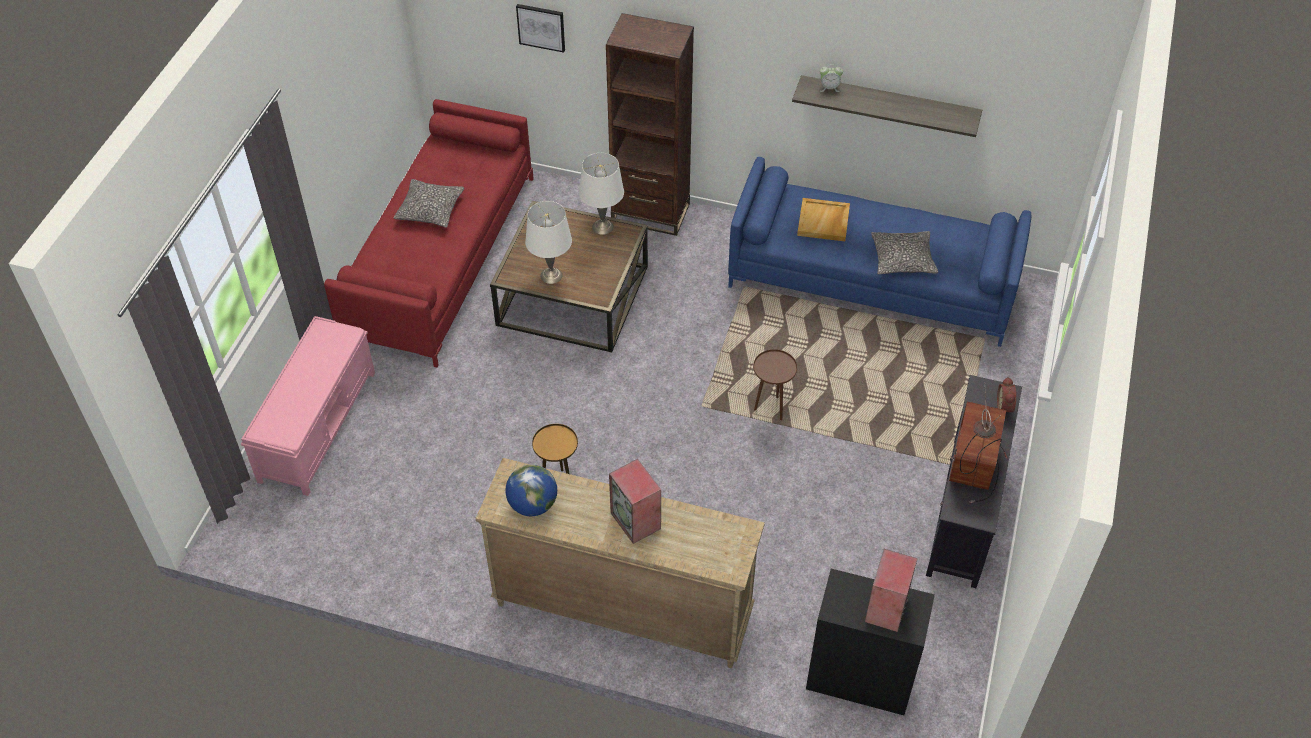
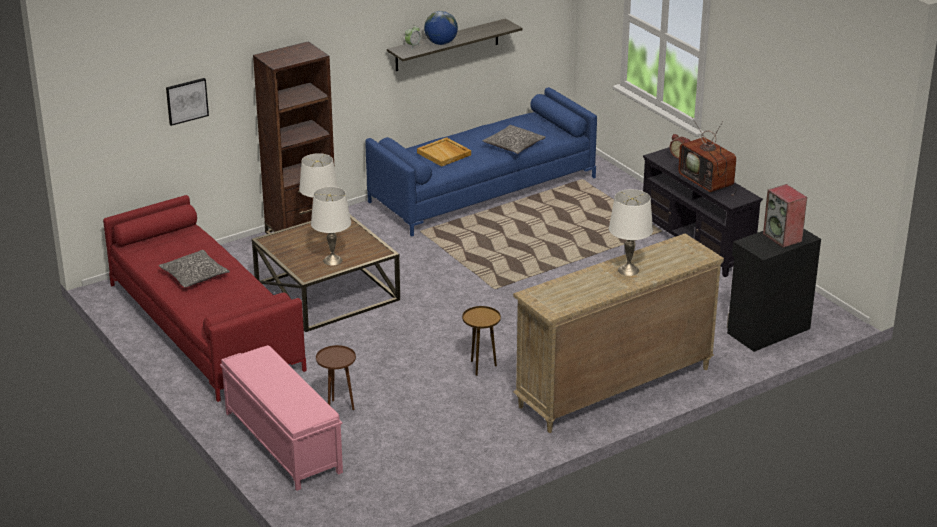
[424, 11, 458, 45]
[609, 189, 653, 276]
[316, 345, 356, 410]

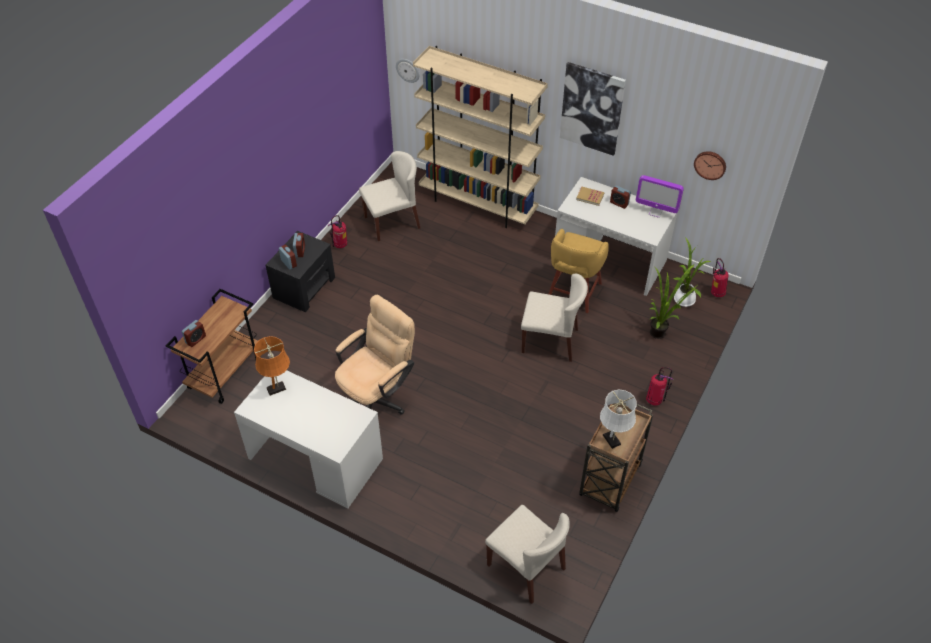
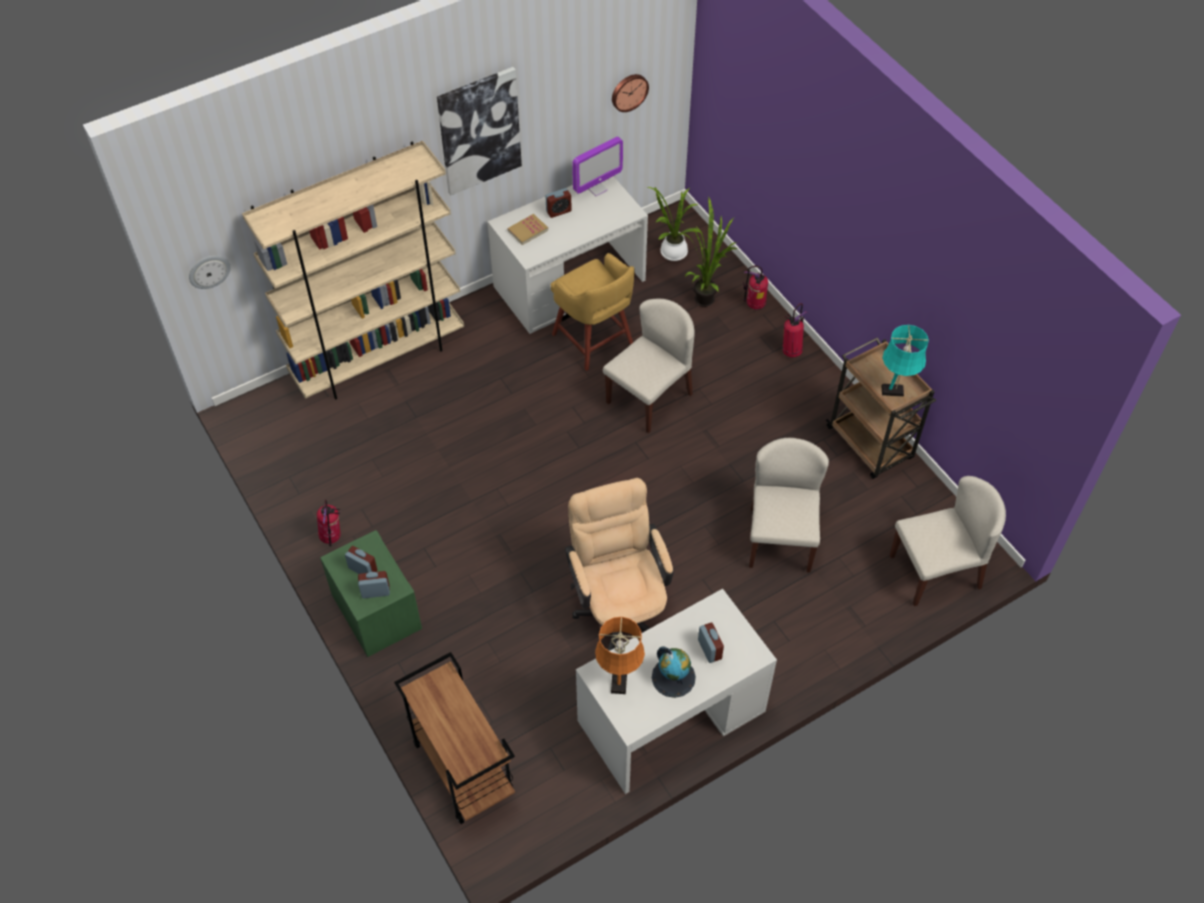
[698, 622, 724, 663]
[320, 530, 422, 657]
[749, 438, 829, 573]
[881, 325, 929, 397]
[743, 266, 768, 309]
[652, 646, 696, 698]

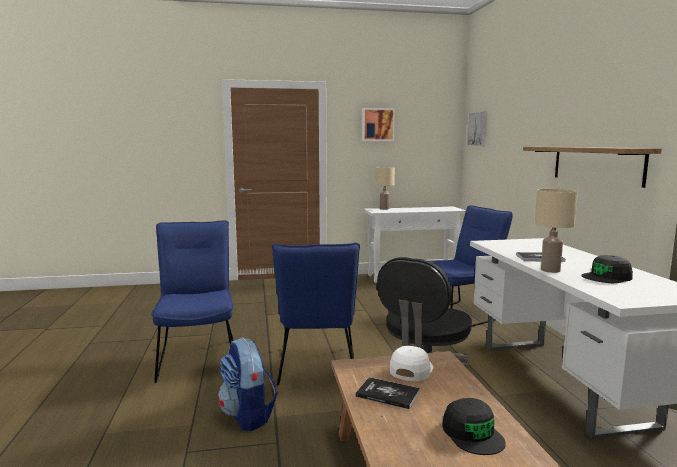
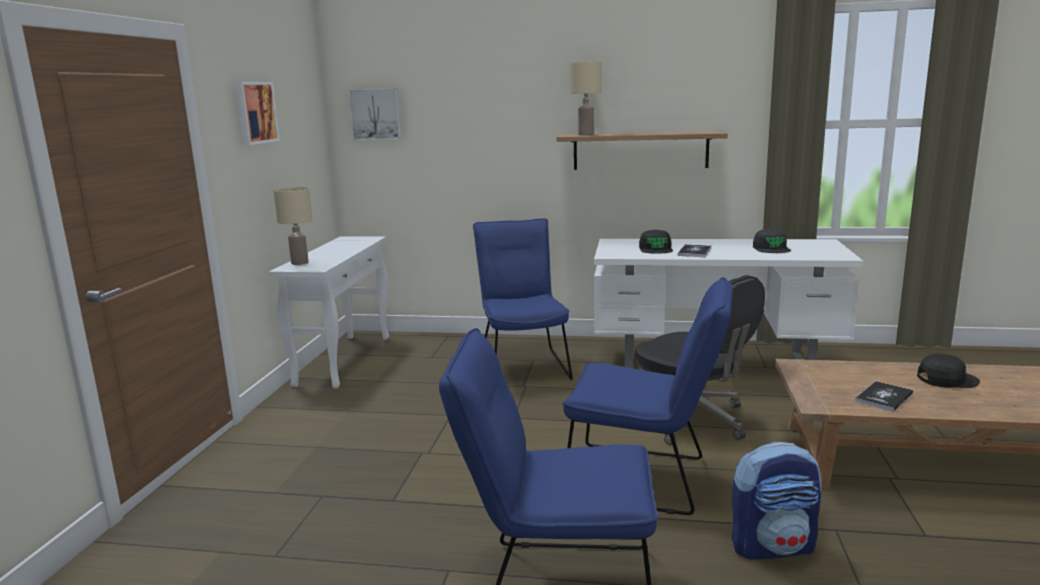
[390, 346, 433, 381] (first image)
[570, 61, 602, 135]
[639, 230, 673, 254]

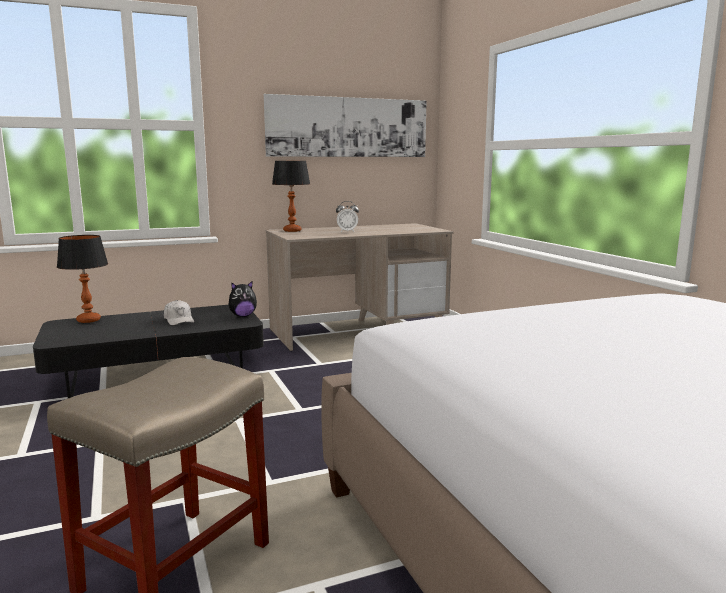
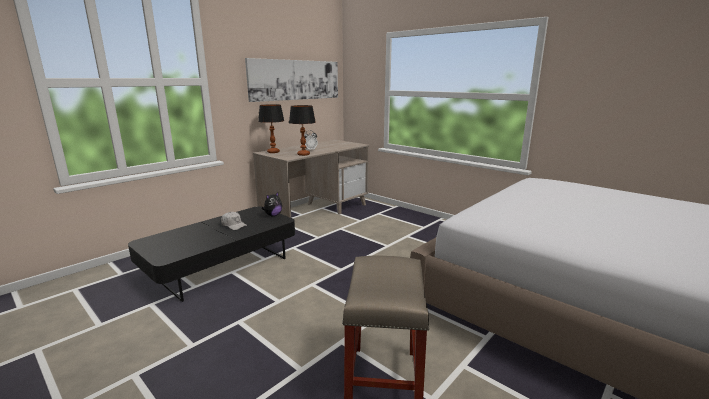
[289, 105, 316, 156]

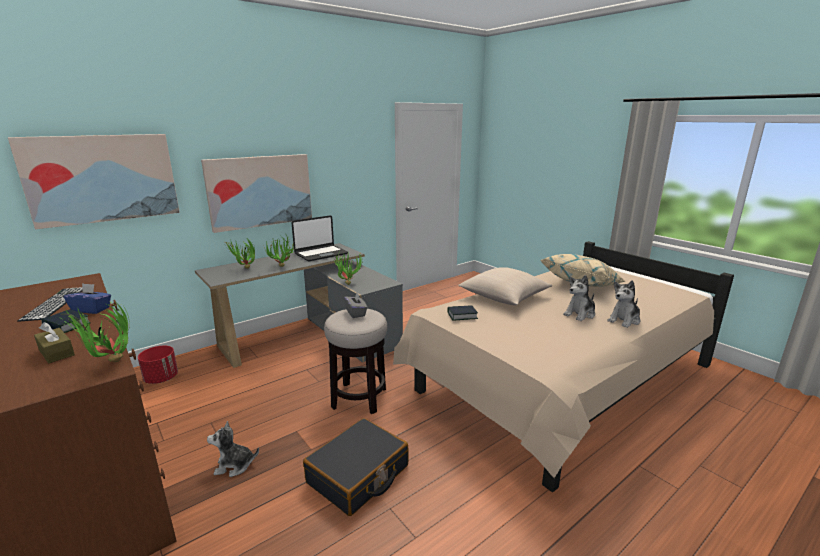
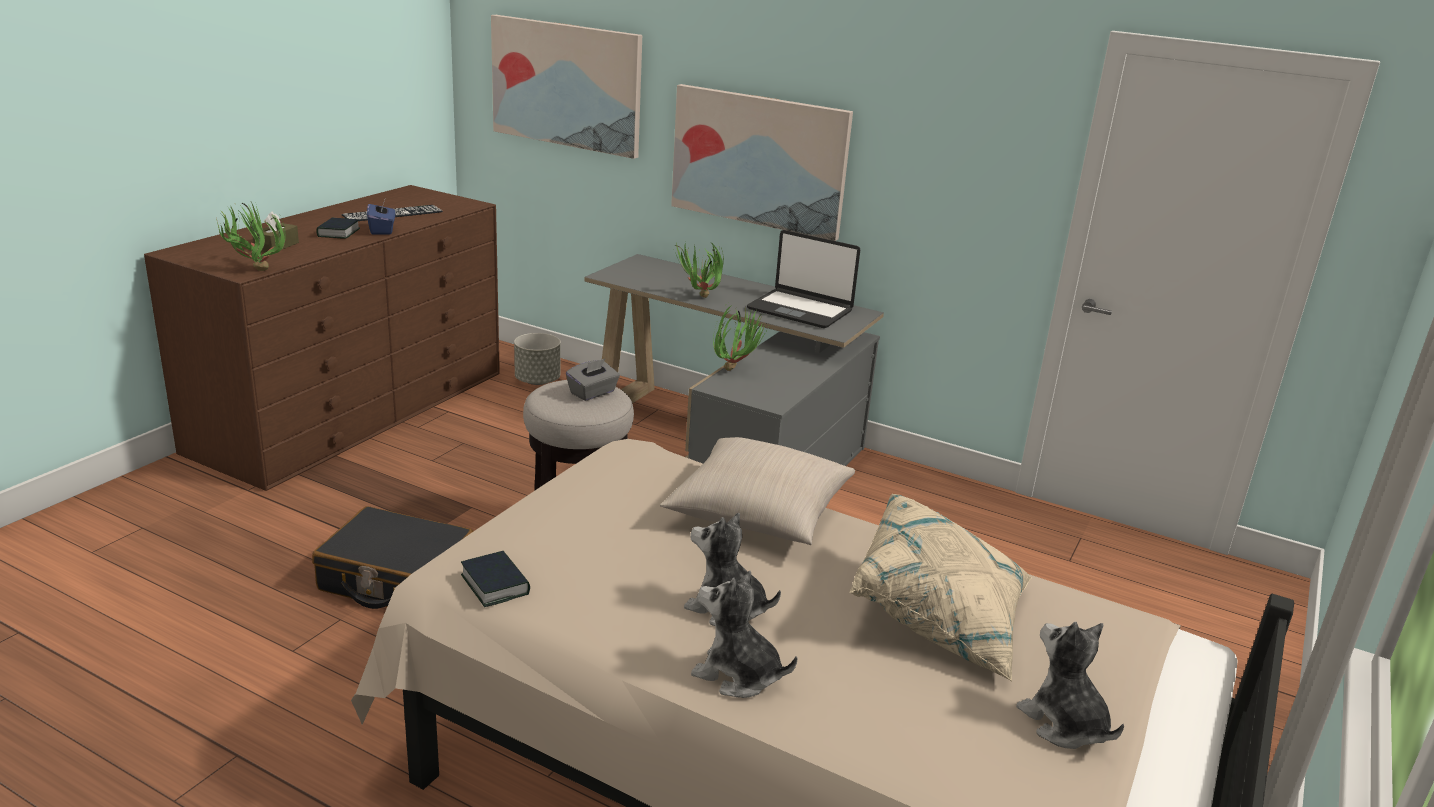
[514, 333, 561, 385]
[1016, 622, 1124, 749]
[226, 238, 255, 269] (first image)
[461, 551, 530, 607]

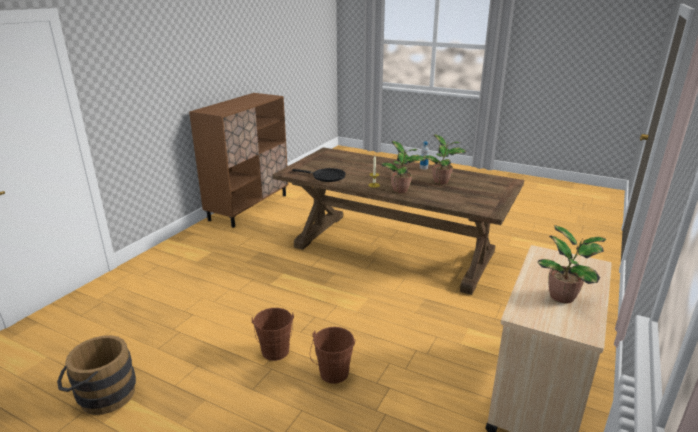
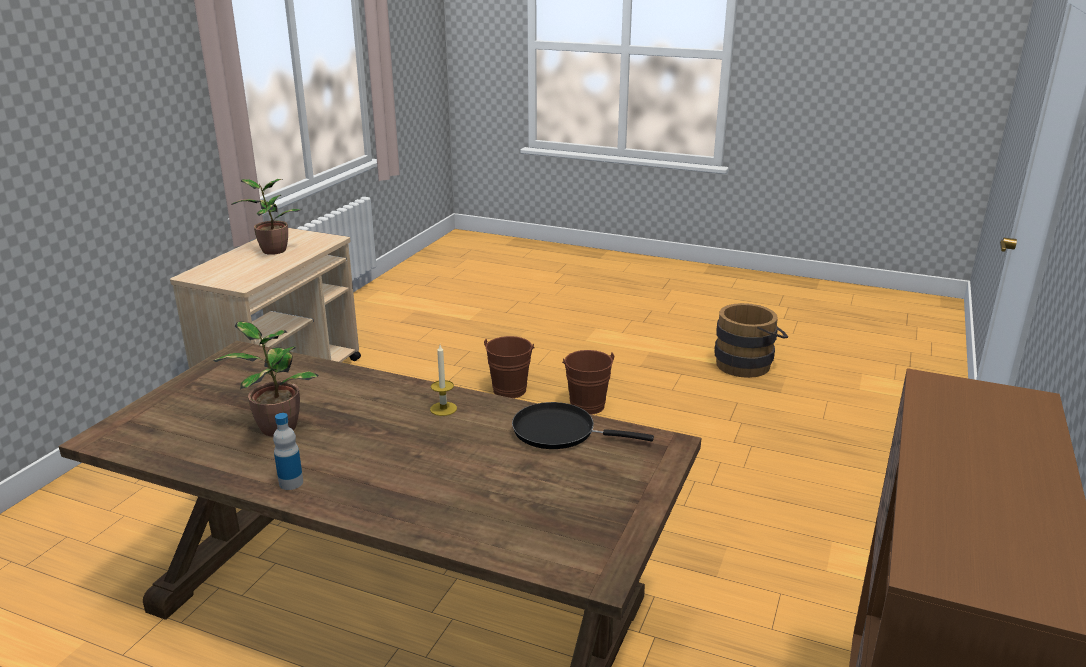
[381, 141, 426, 193] (first image)

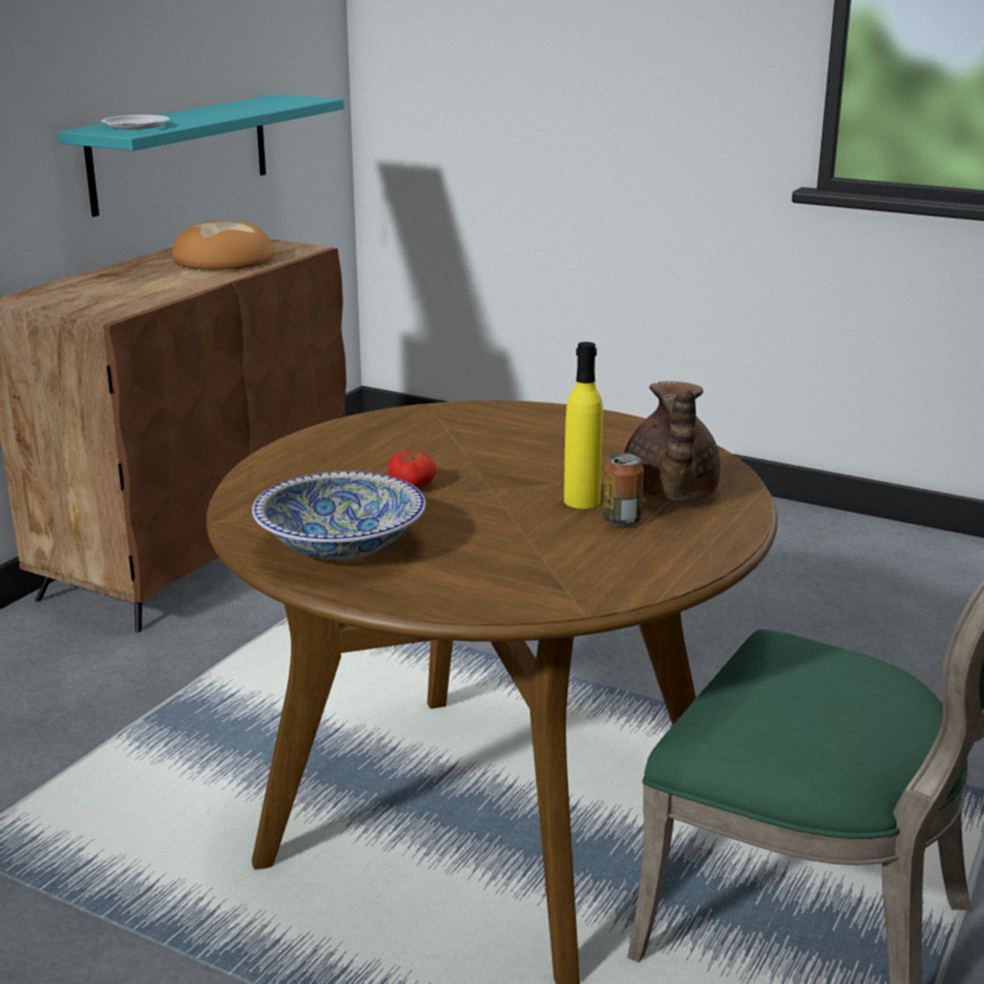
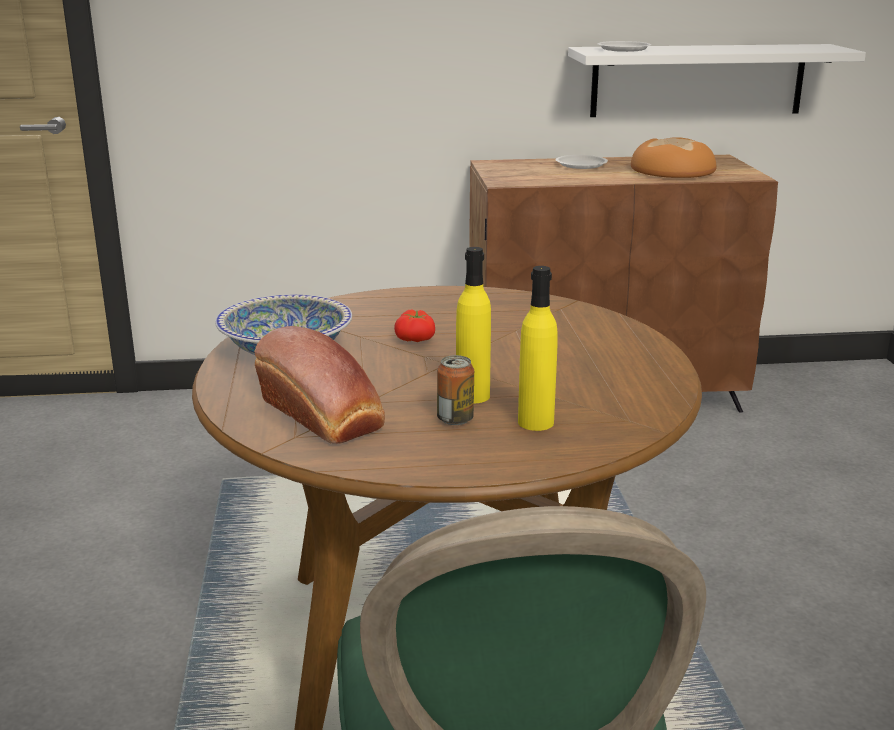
[568, 44, 866, 117]
[518, 266, 558, 431]
[254, 326, 385, 444]
[556, 155, 608, 169]

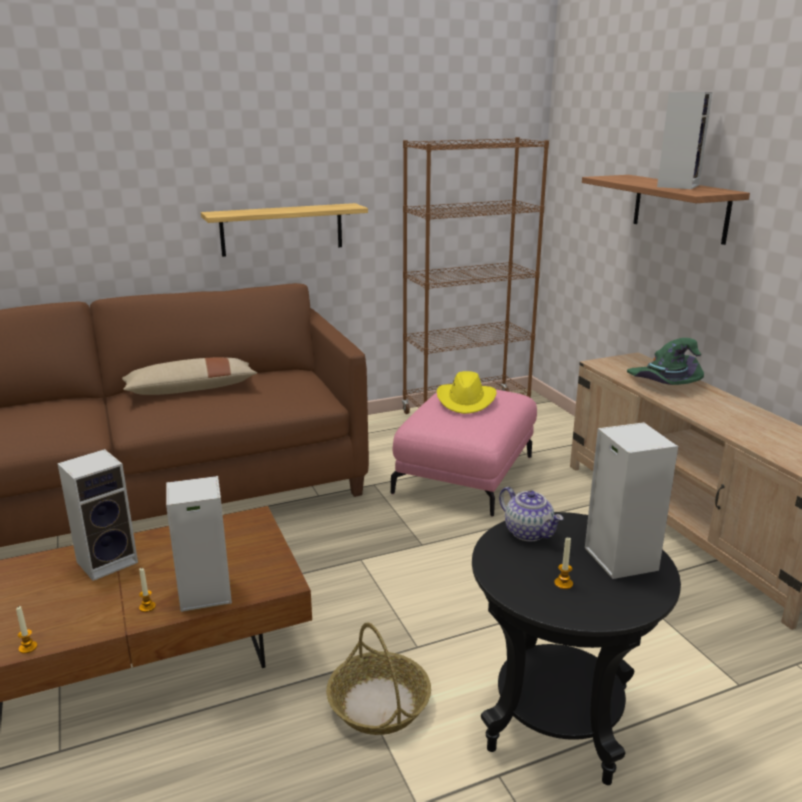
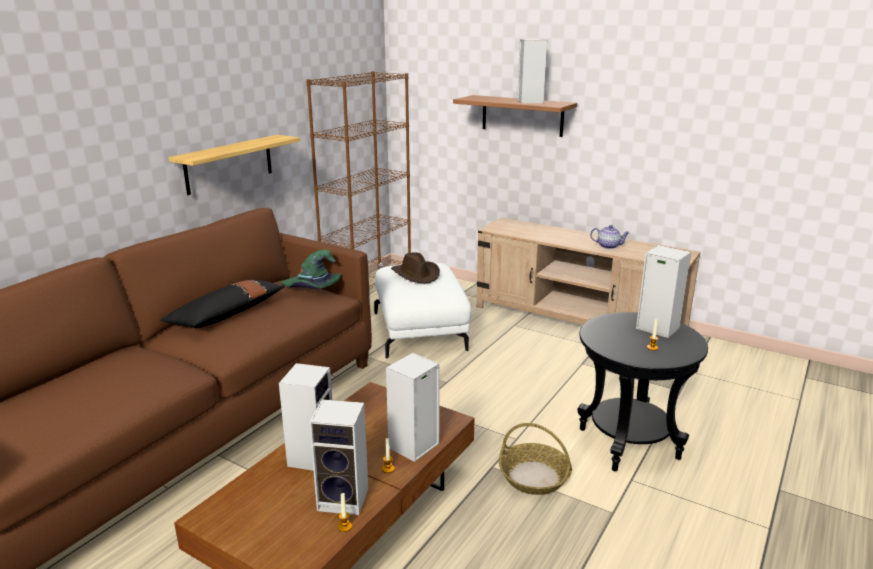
[160, 280, 285, 328]
[374, 263, 471, 359]
[391, 252, 440, 283]
[590, 225, 630, 249]
[281, 250, 341, 289]
[309, 399, 368, 515]

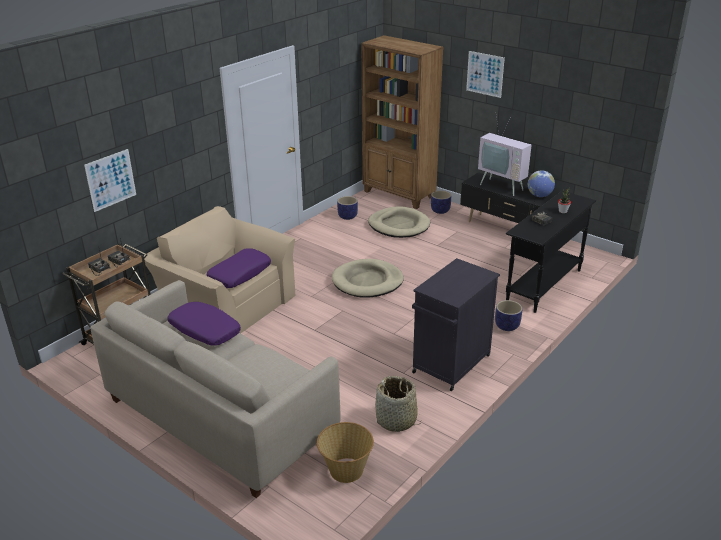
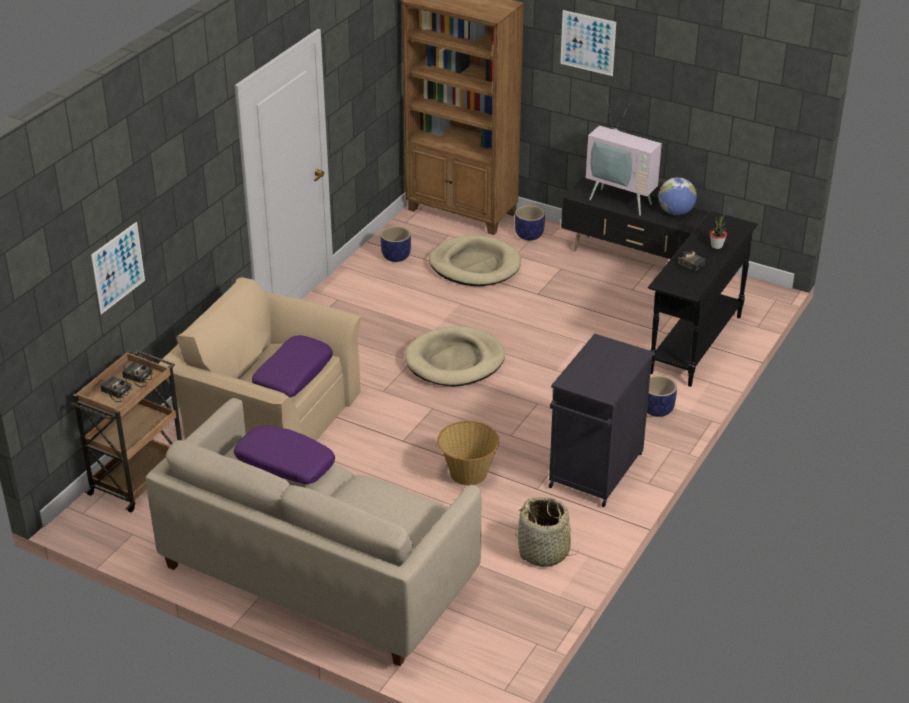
[437, 421, 500, 486]

